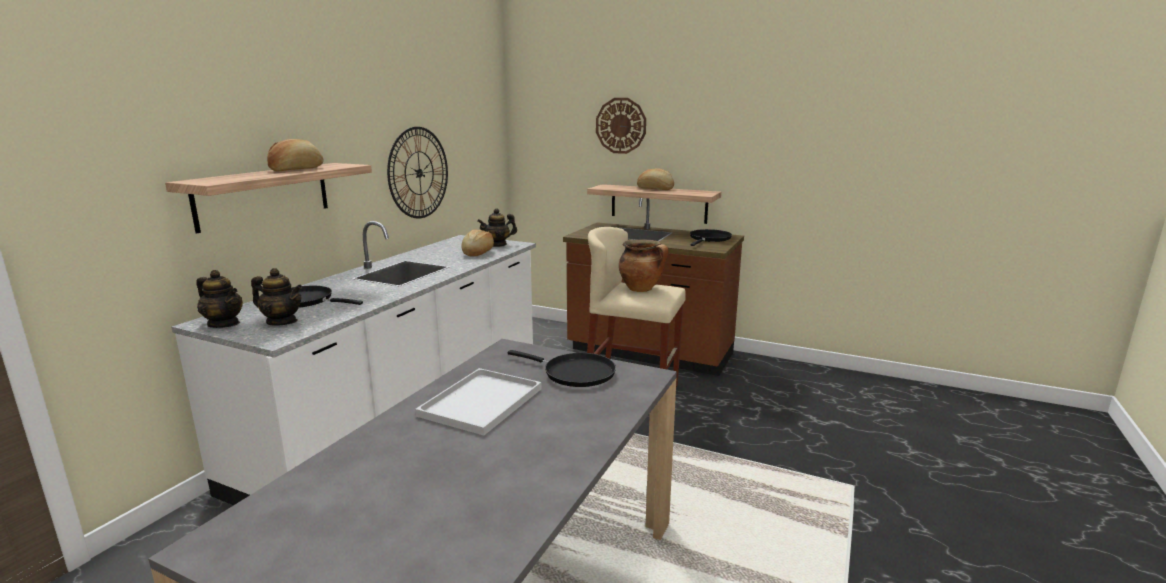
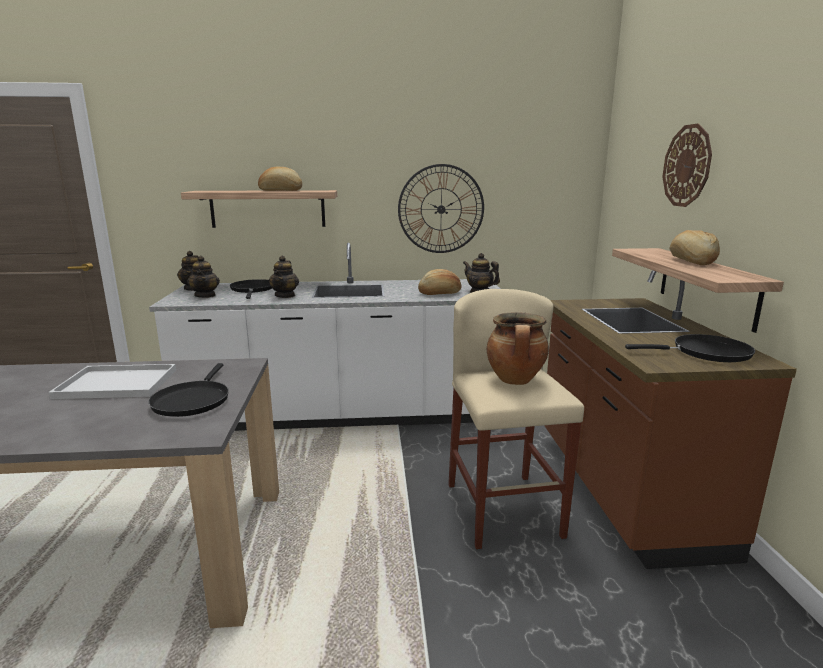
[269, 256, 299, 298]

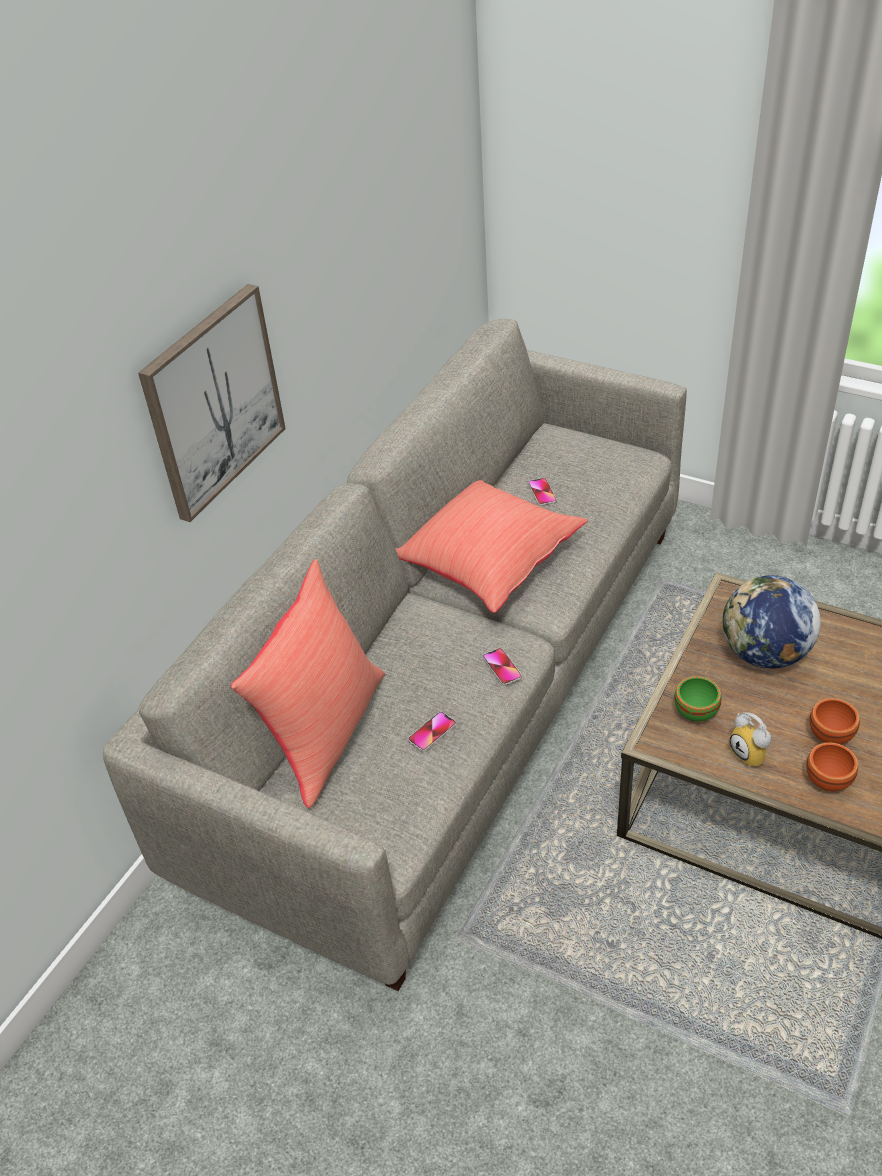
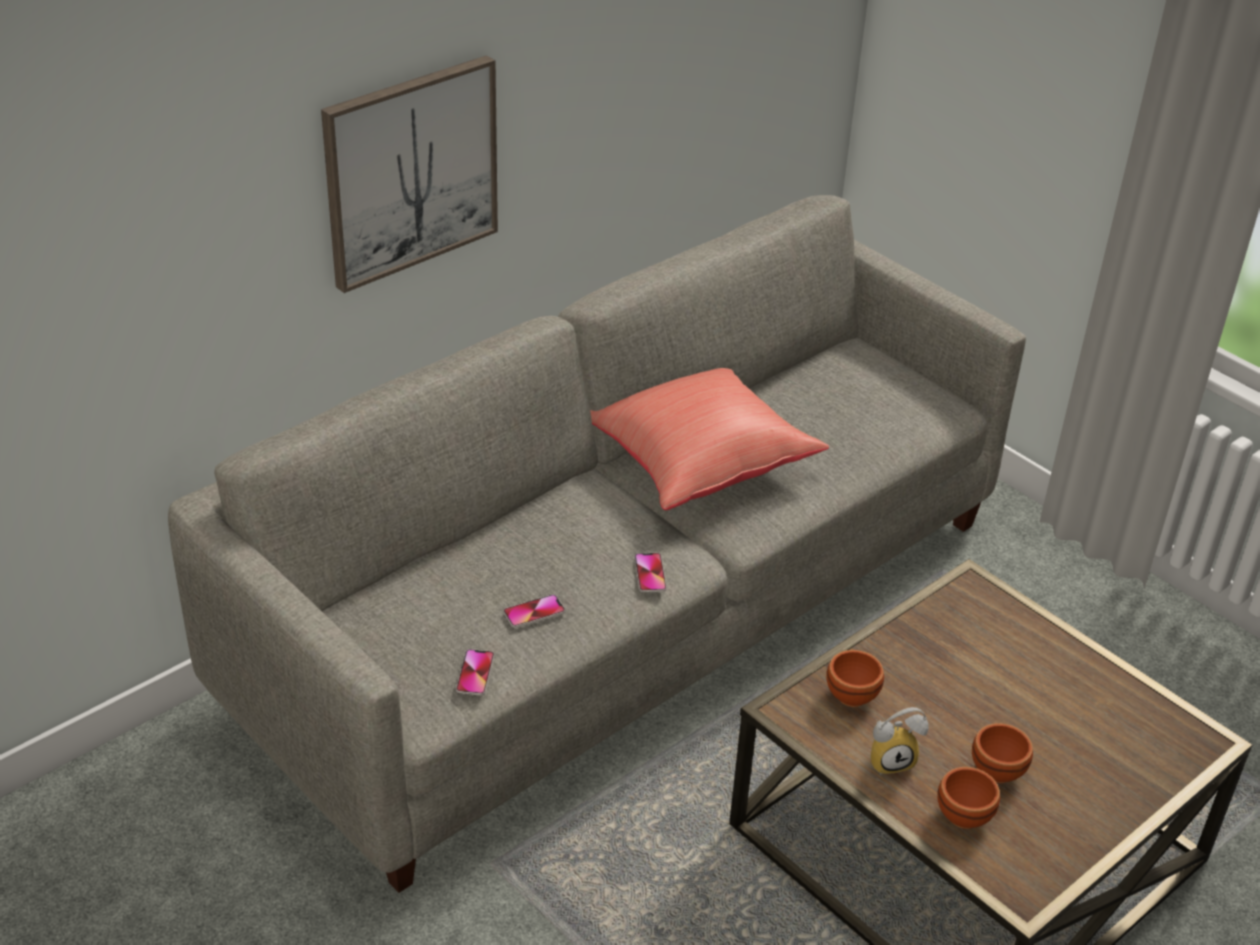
[231, 559, 385, 808] (first image)
[456, 649, 494, 696]
[827, 650, 884, 707]
[722, 575, 821, 669] (first image)
[870, 707, 929, 775]

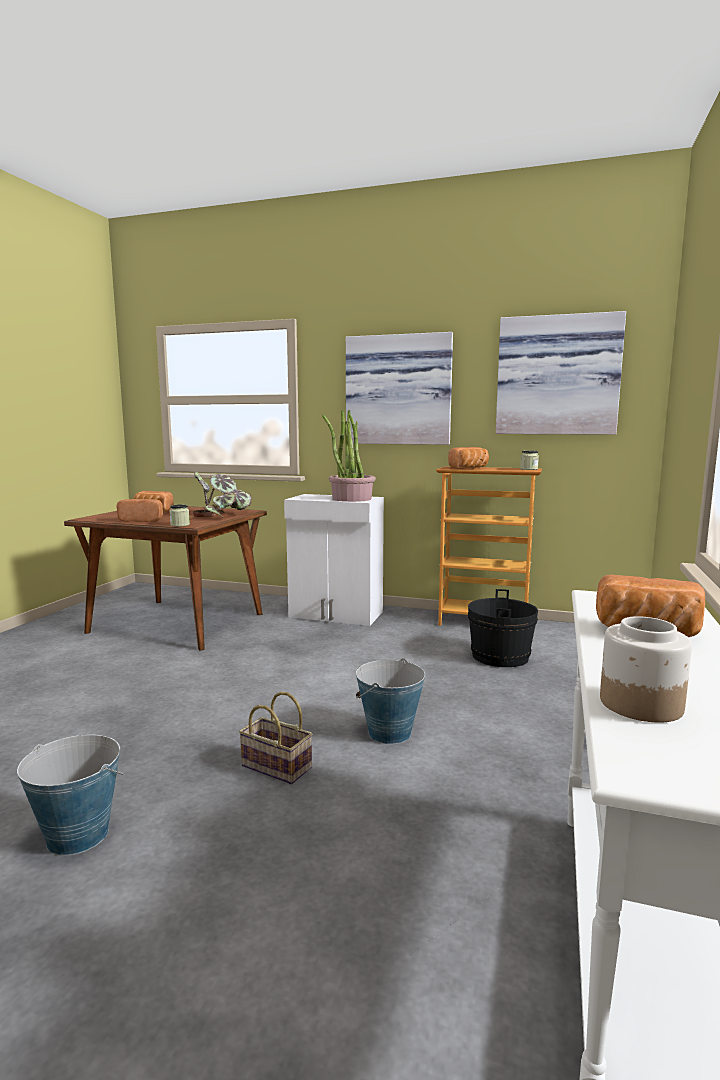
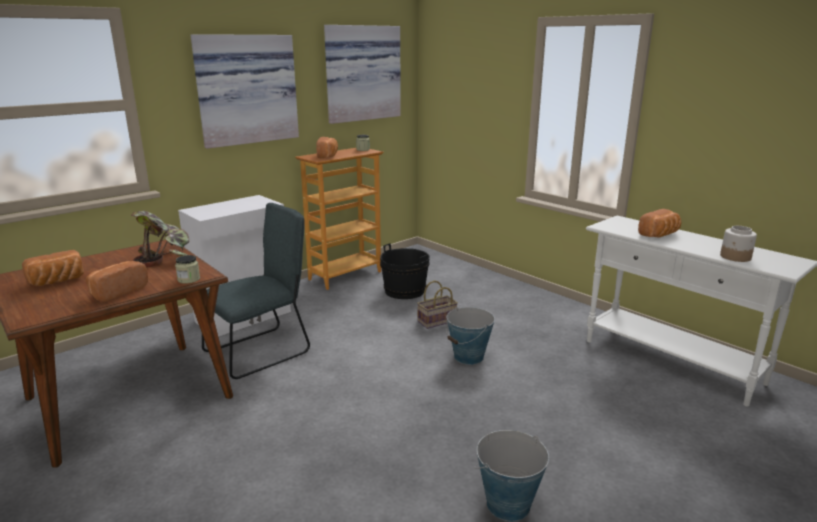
[417, 281, 458, 329]
[322, 410, 376, 502] (first image)
[202, 203, 310, 379]

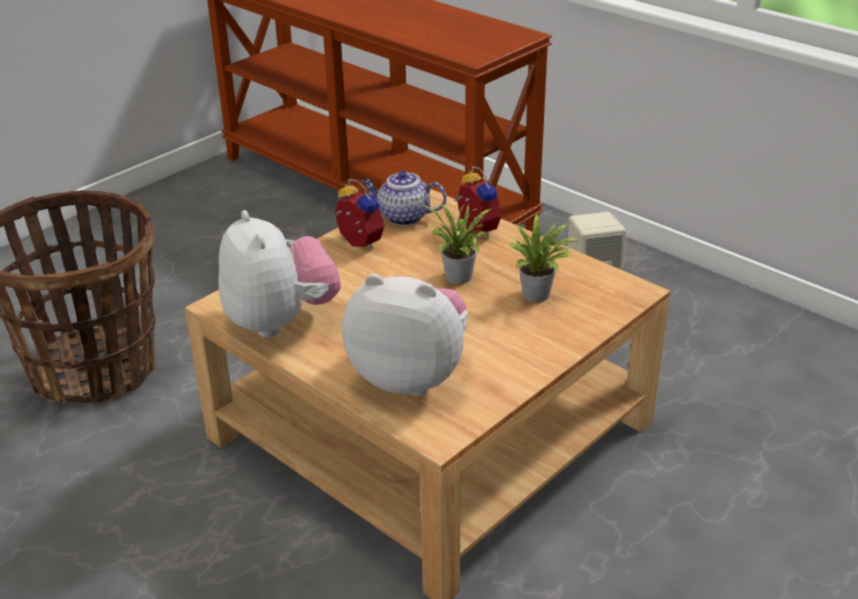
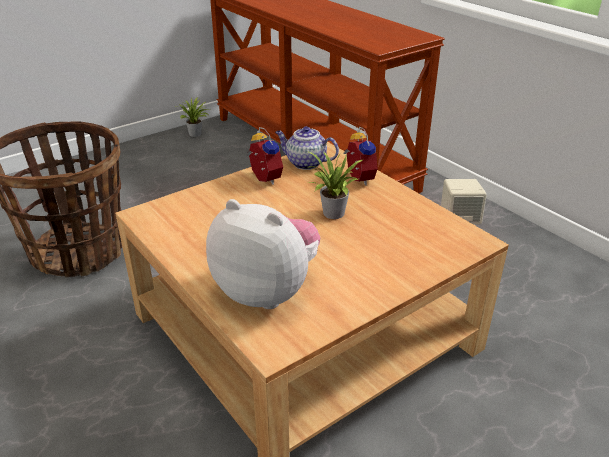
[219, 210, 341, 338] (first image)
[175, 98, 208, 137]

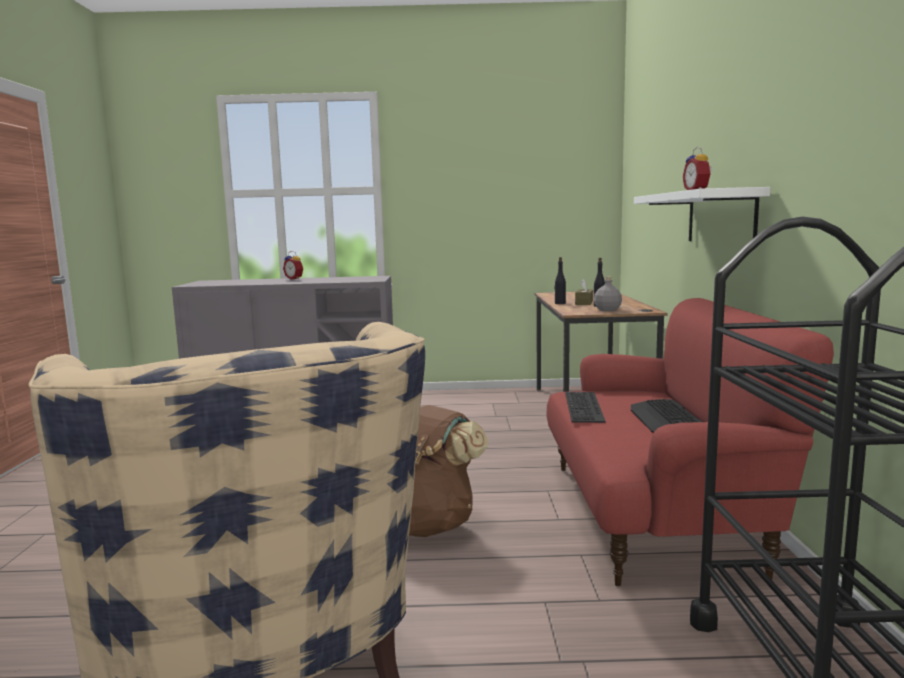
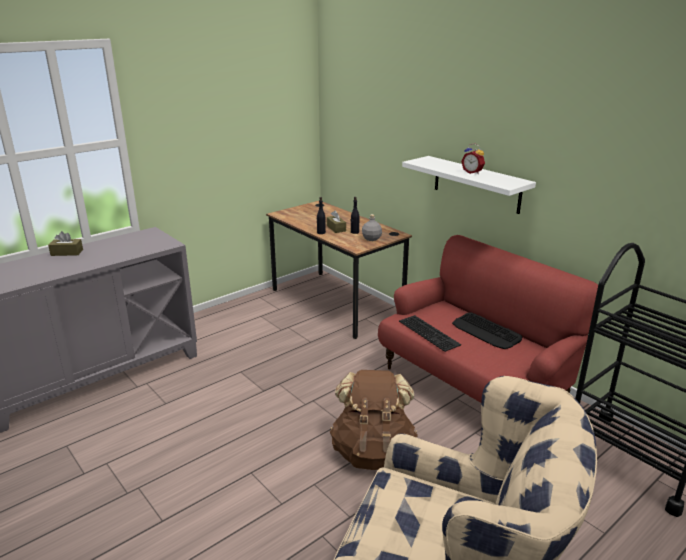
[48, 231, 83, 256]

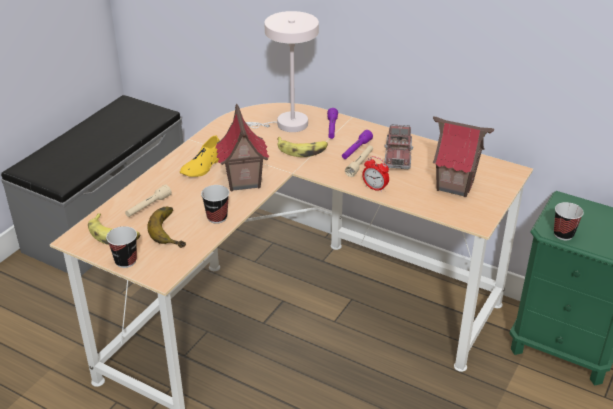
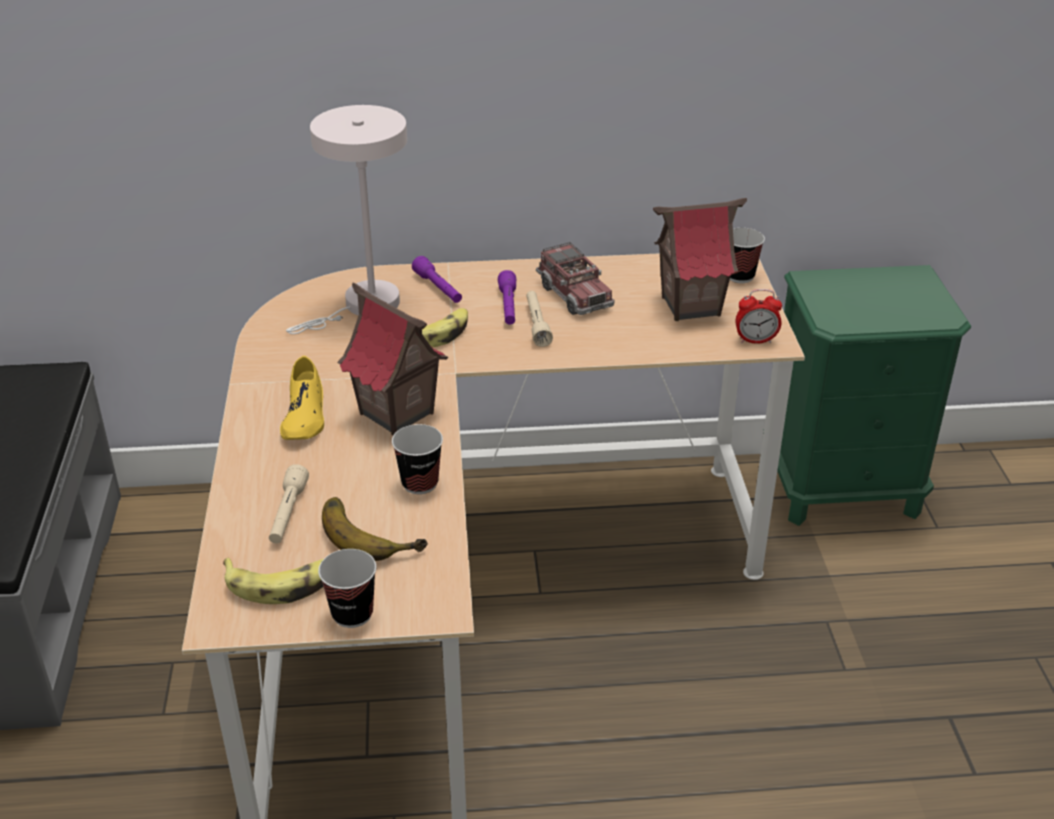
[735, 289, 782, 344]
[730, 228, 765, 283]

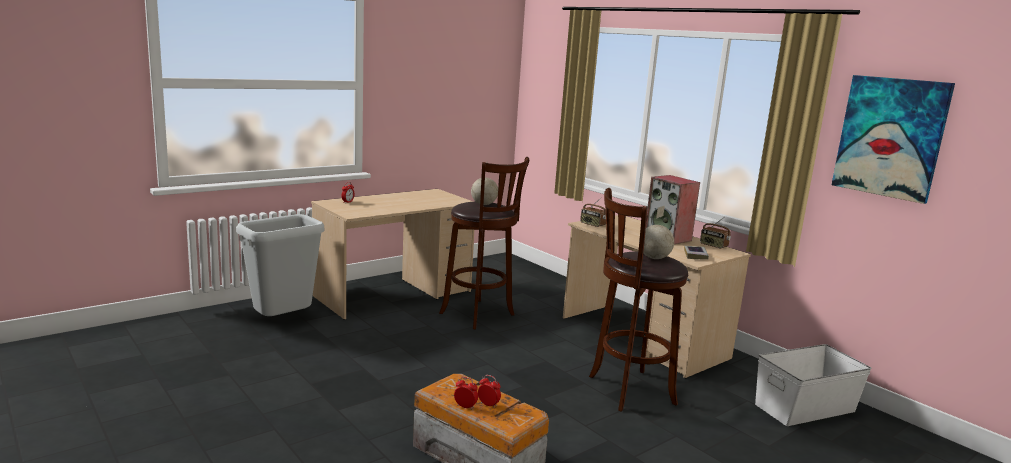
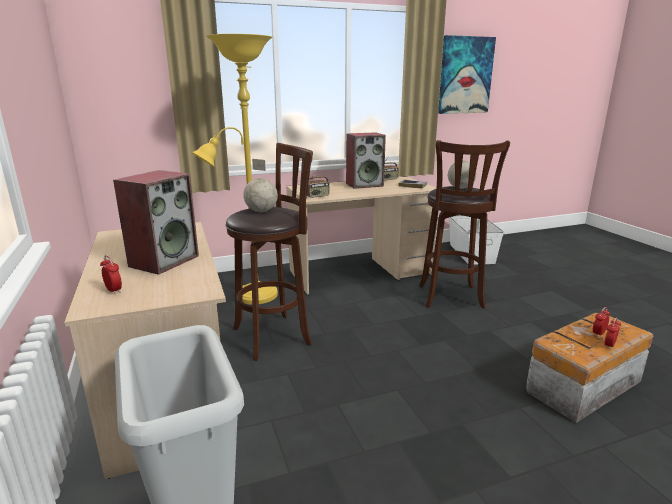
[113, 170, 199, 275]
[192, 34, 278, 305]

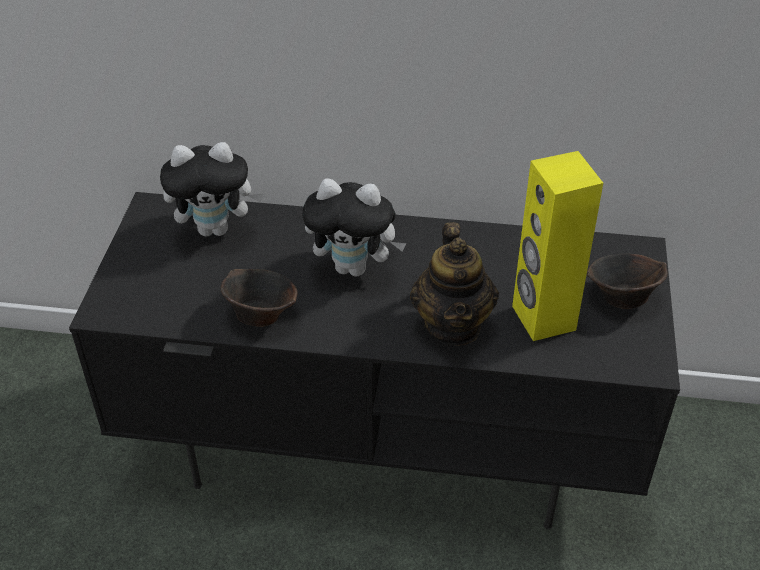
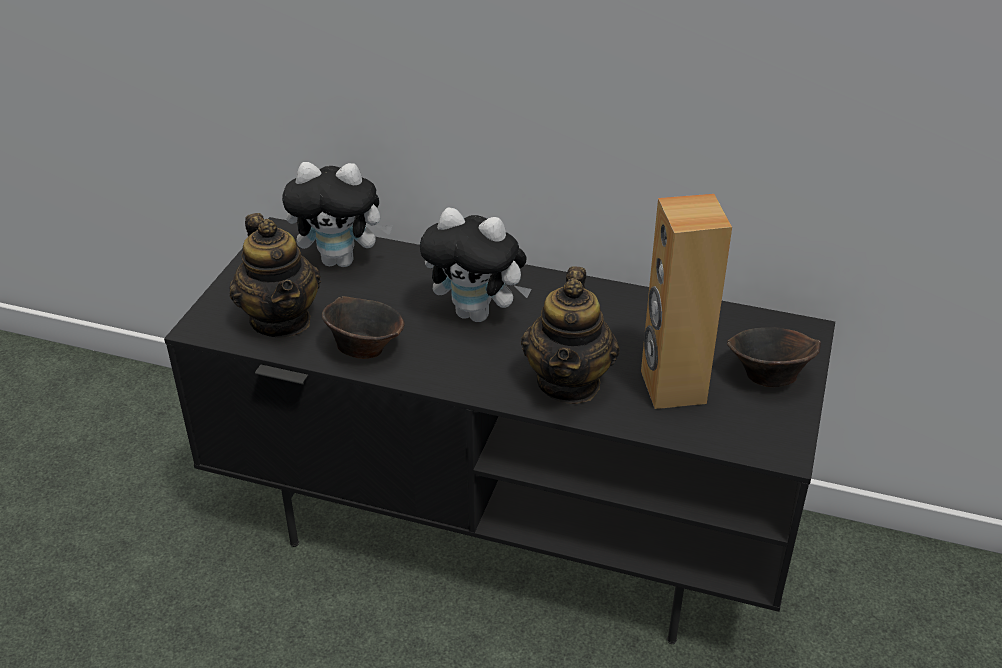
[641, 194, 732, 409]
[230, 213, 321, 338]

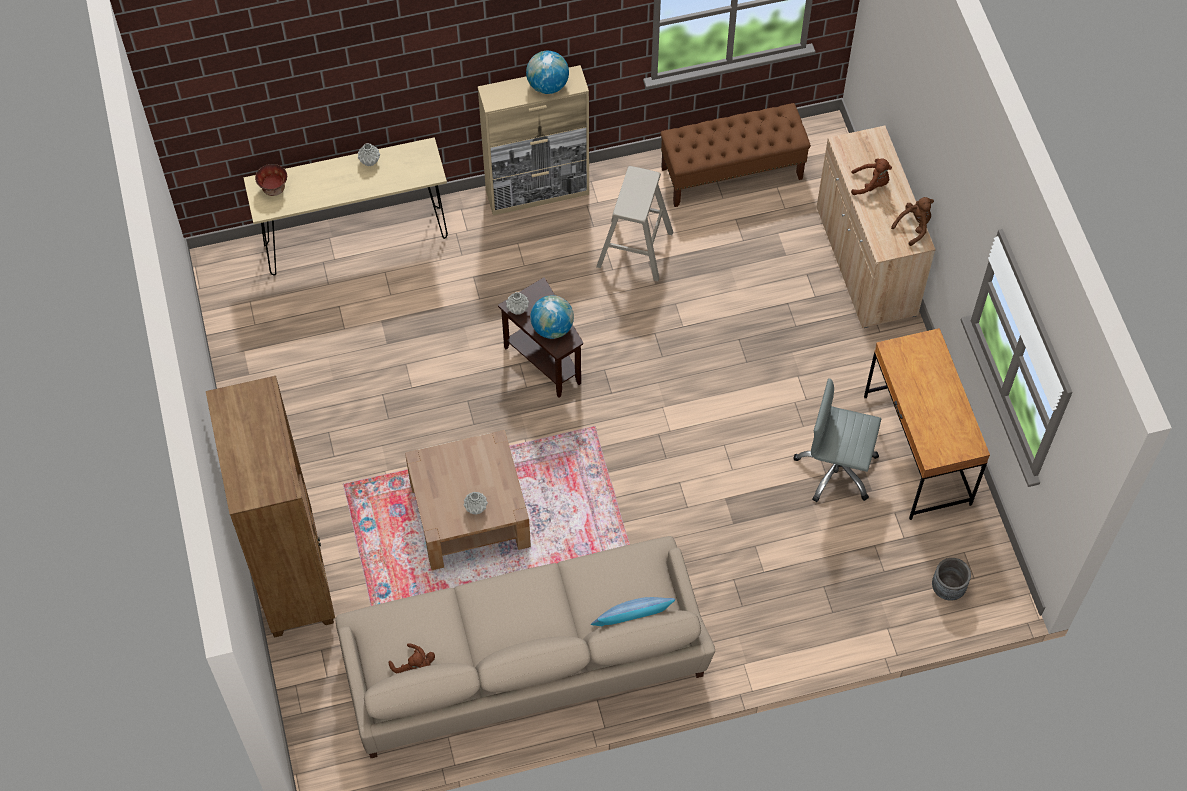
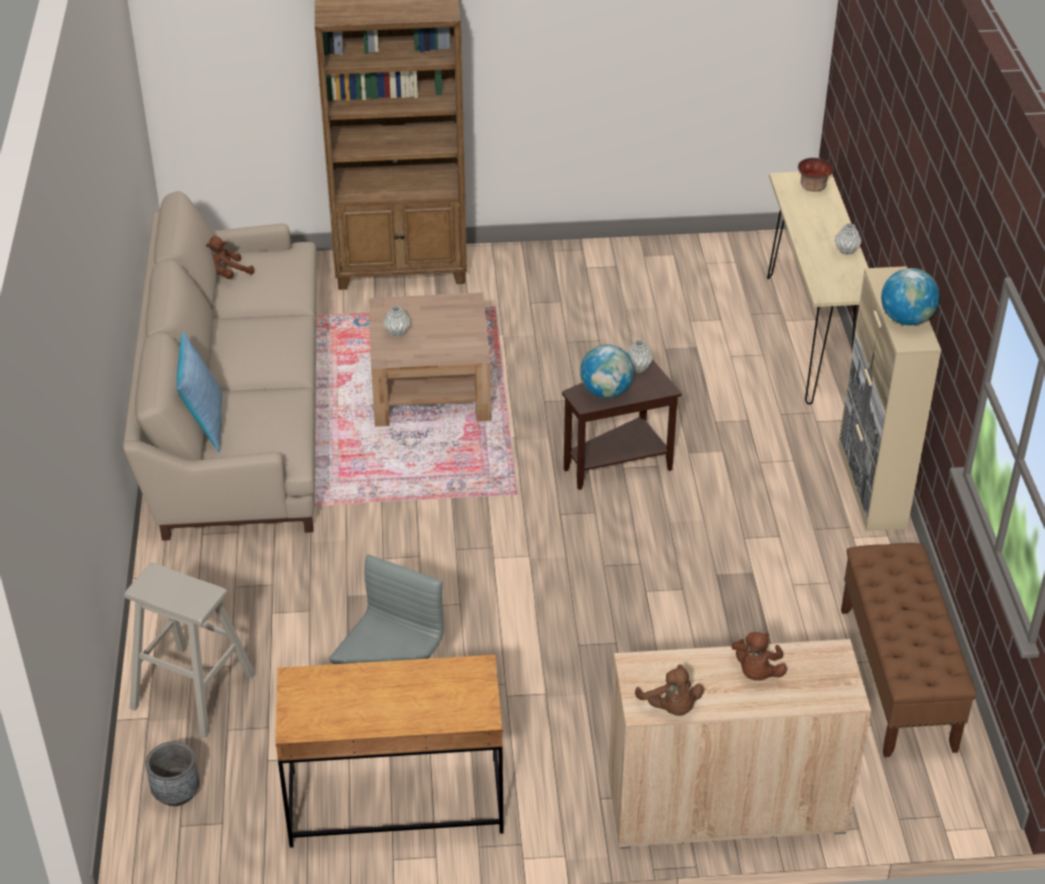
[124, 563, 255, 738]

